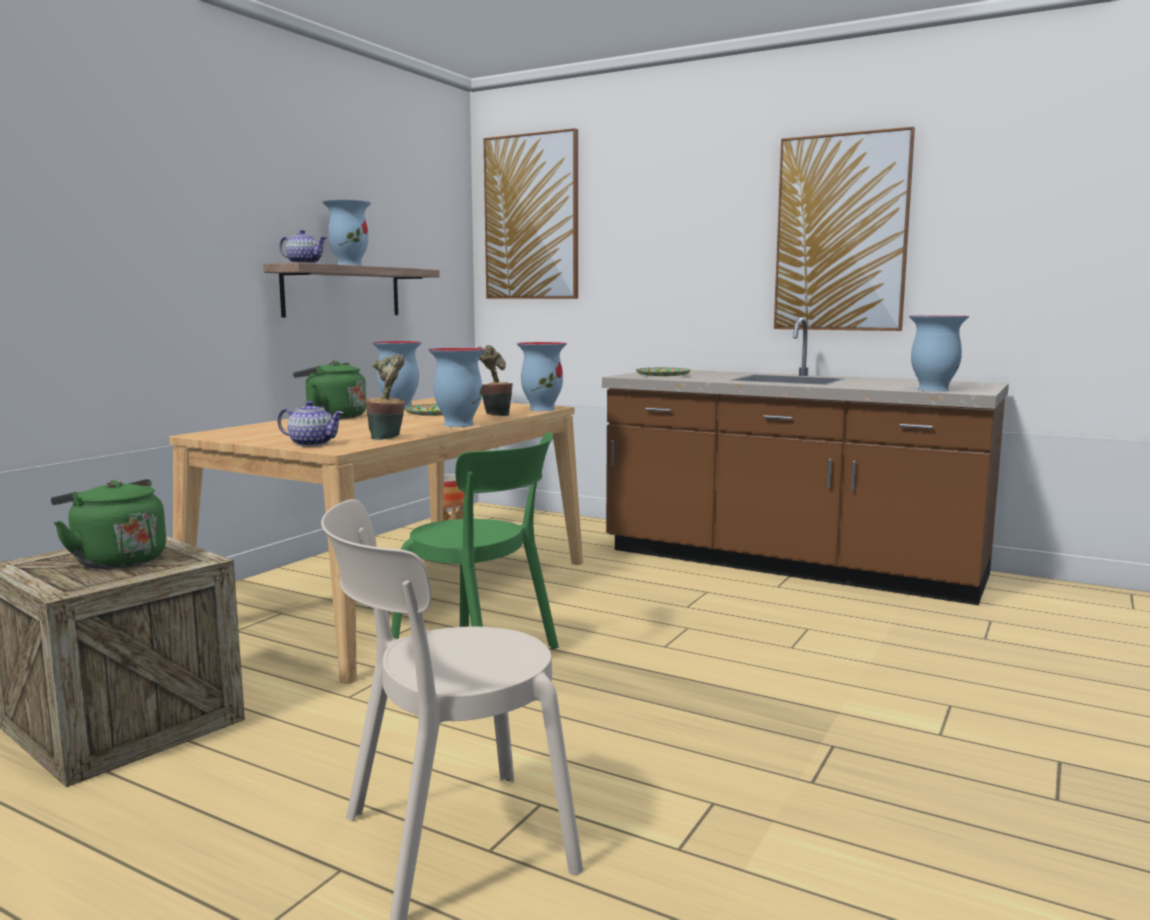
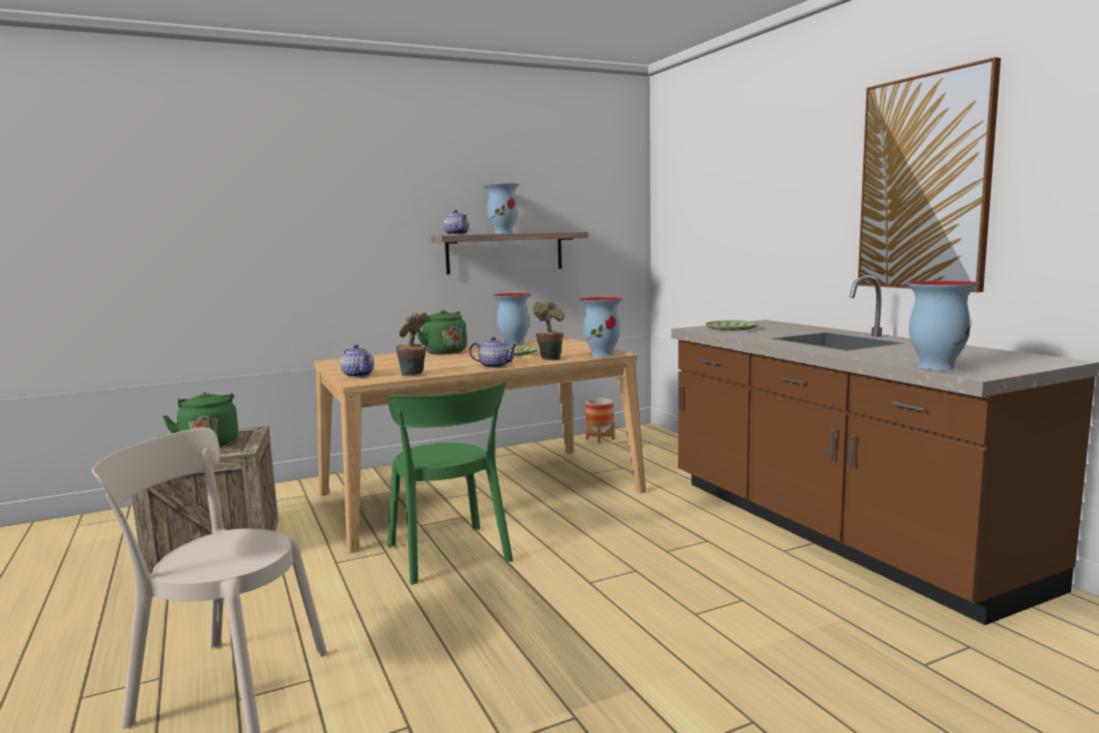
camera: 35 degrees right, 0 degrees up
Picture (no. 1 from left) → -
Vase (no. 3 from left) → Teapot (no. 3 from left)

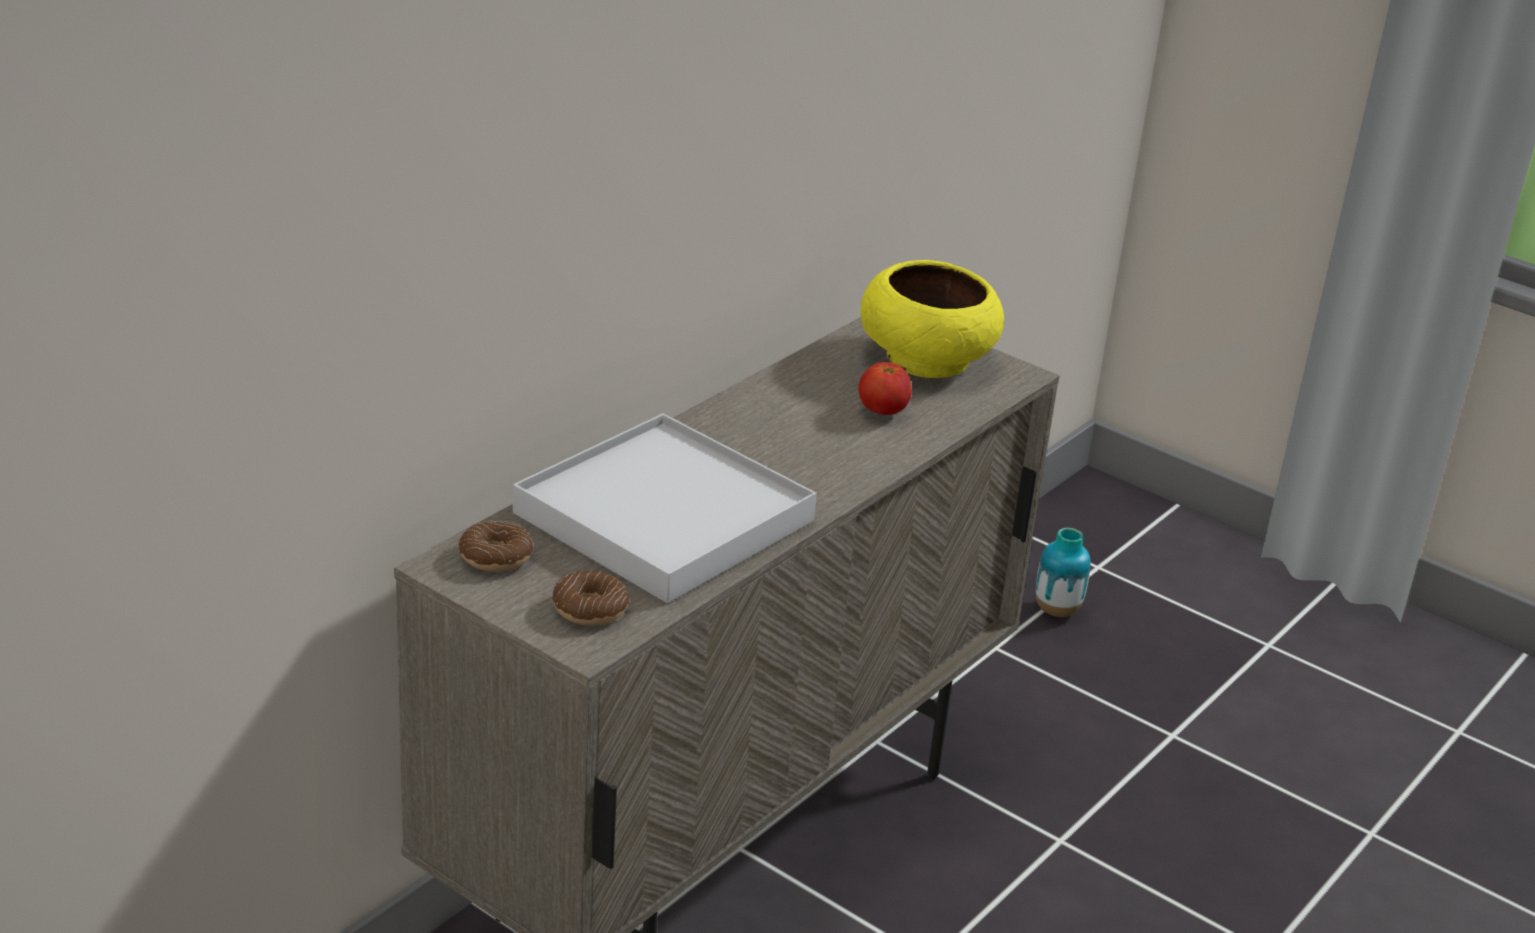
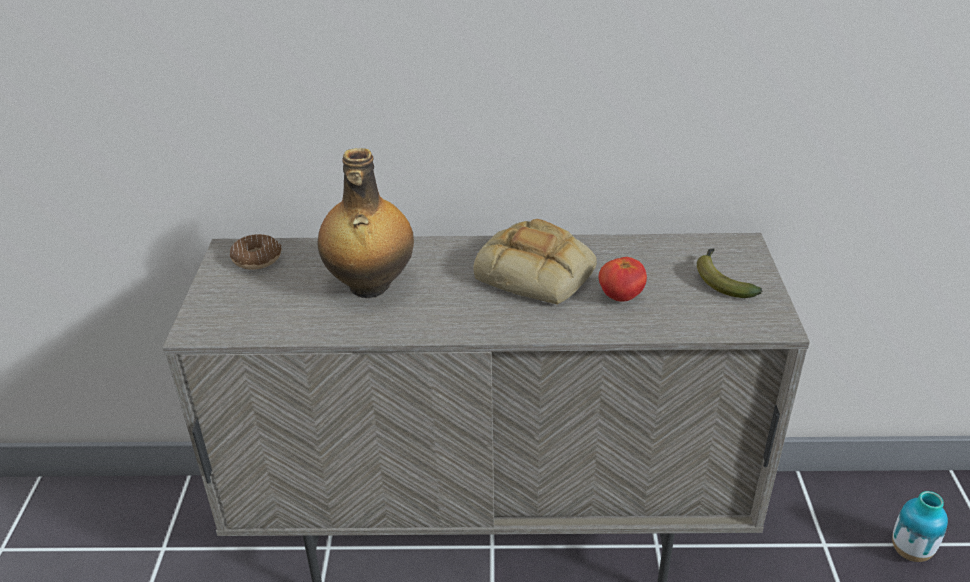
camera: 55 degrees right, 5 degrees up
Donut (no. 2 from left) → -
- → Bread
WhiteTray → Bottle
YellowBowl → Banana

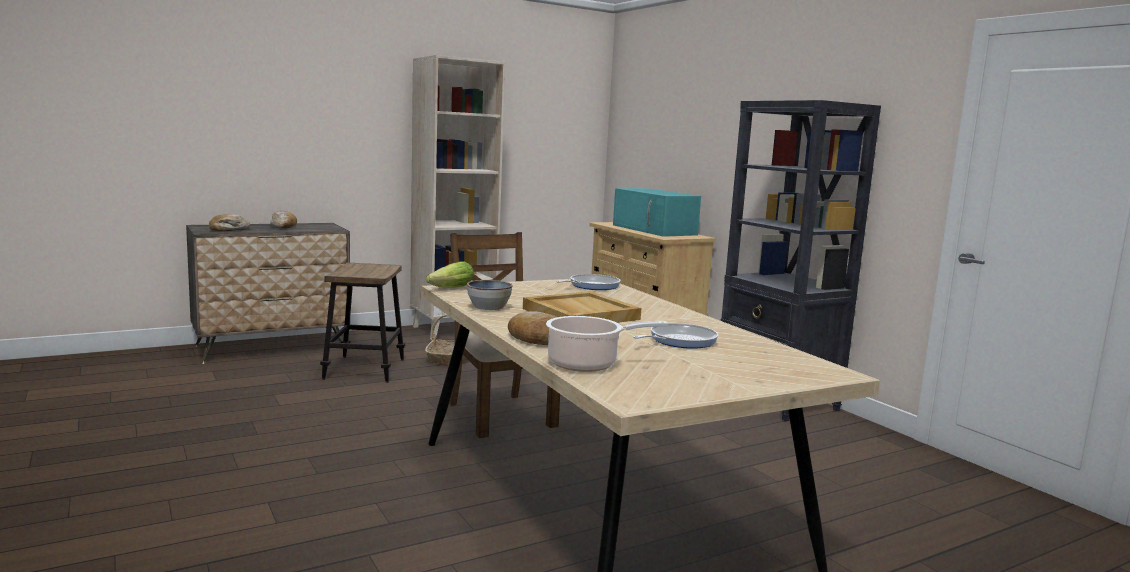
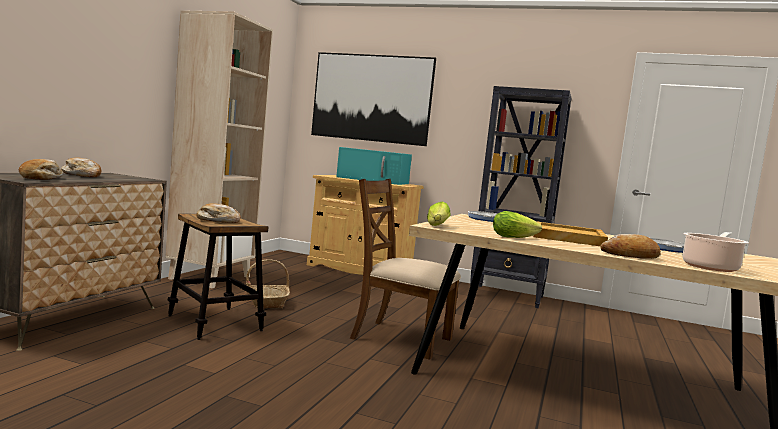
camera: 40 degrees left, 5 degrees down
- → Bread (no. 3 from left)
- → Picture
Bowl → Lettuce (no. 2 from left)

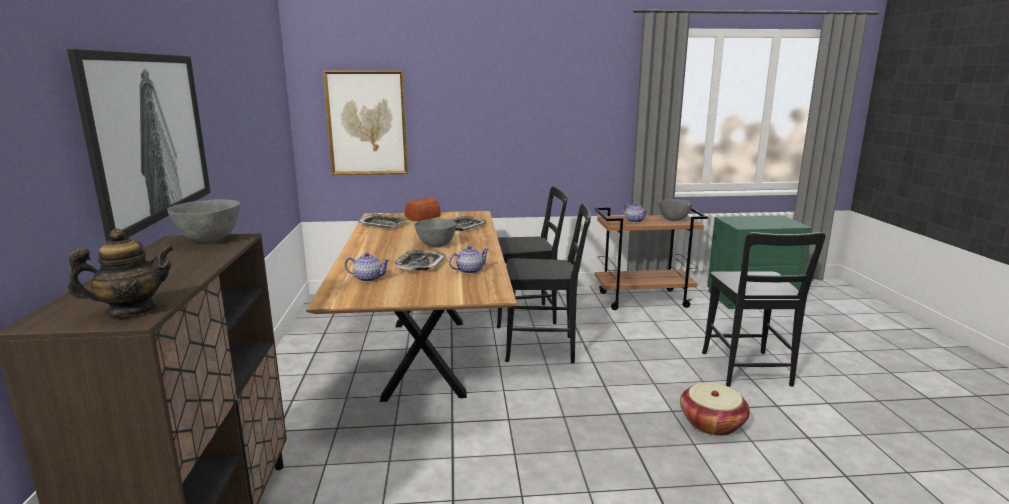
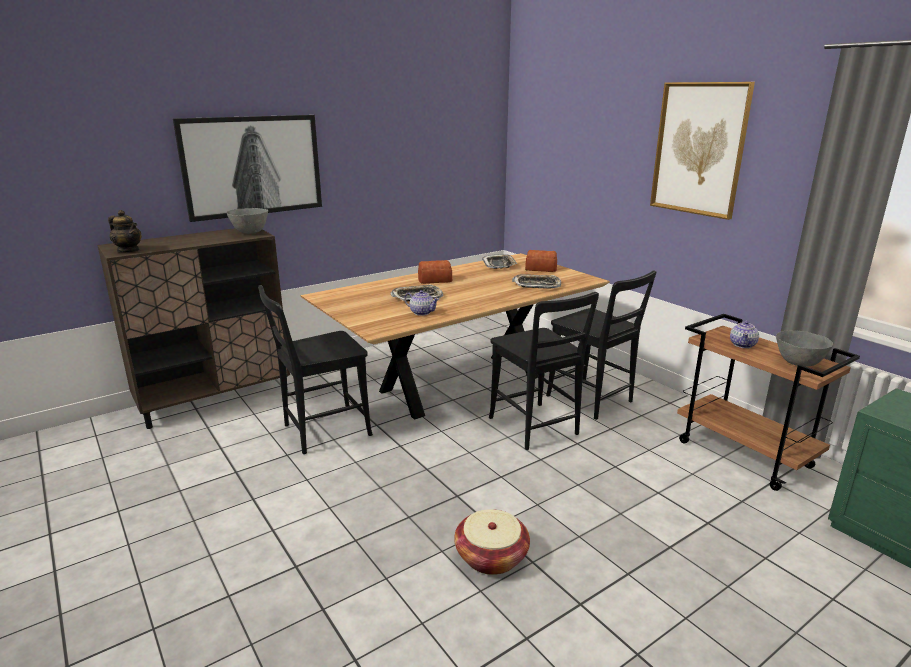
camera: 60 degrees right, 5 degrees up
Teapot (no. 2 from left) → -
GreyBowl (no. 2 from left) → -
- → Bread (no. 1 from left)
Picture (no. 2 from left), relocated
BlackChair (no. 3 from left in the first image) → BlackChair (no. 1 from left), relocated

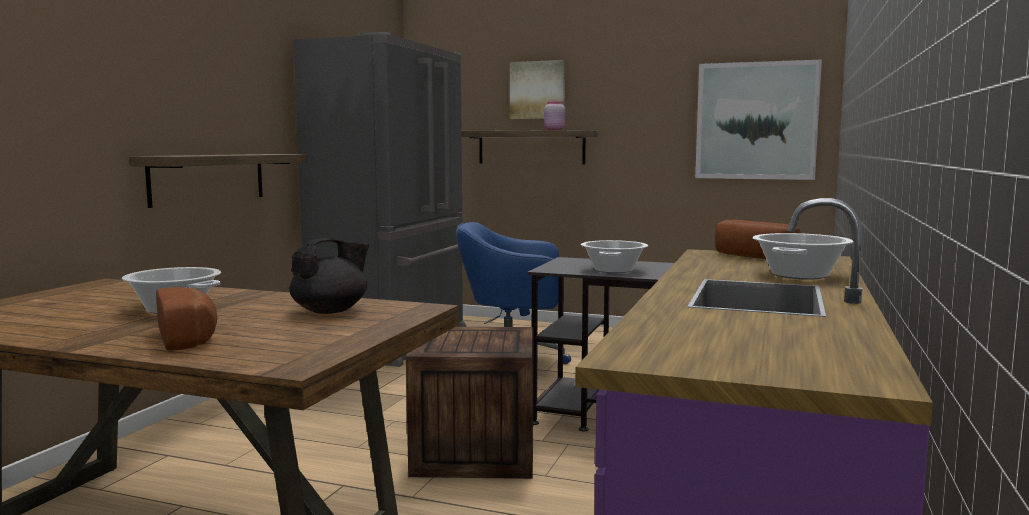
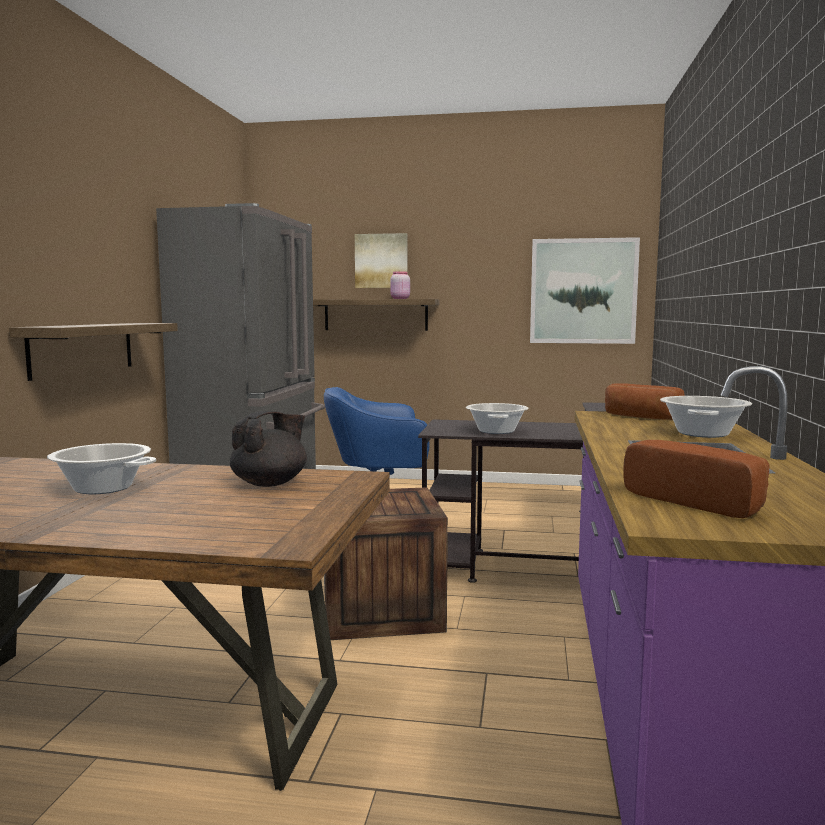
camera: 10 degrees left, 0 degrees up
Bread (no. 1 from left in the first image) → Bread (no. 2 from left), relocated

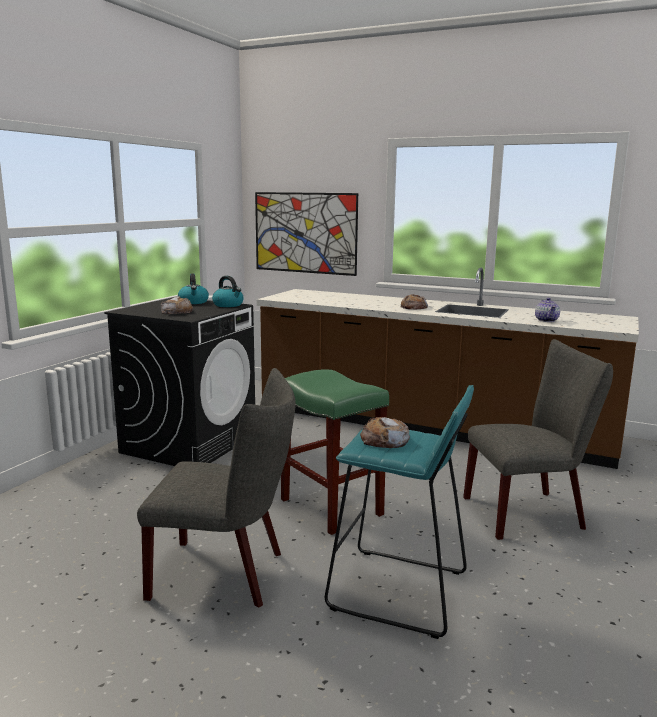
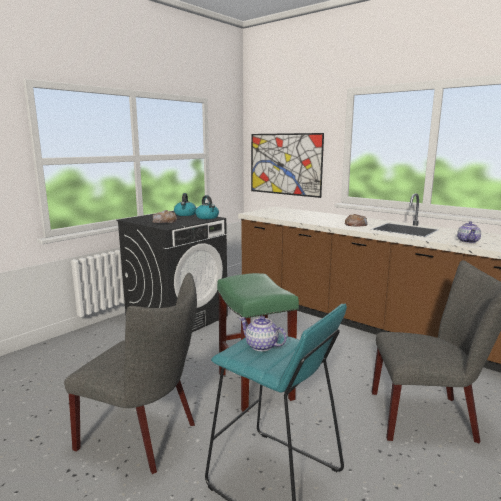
camera: 15 degrees right, 0 degrees up
Bread (no. 2 from left) → Teapot (no. 1 from left)

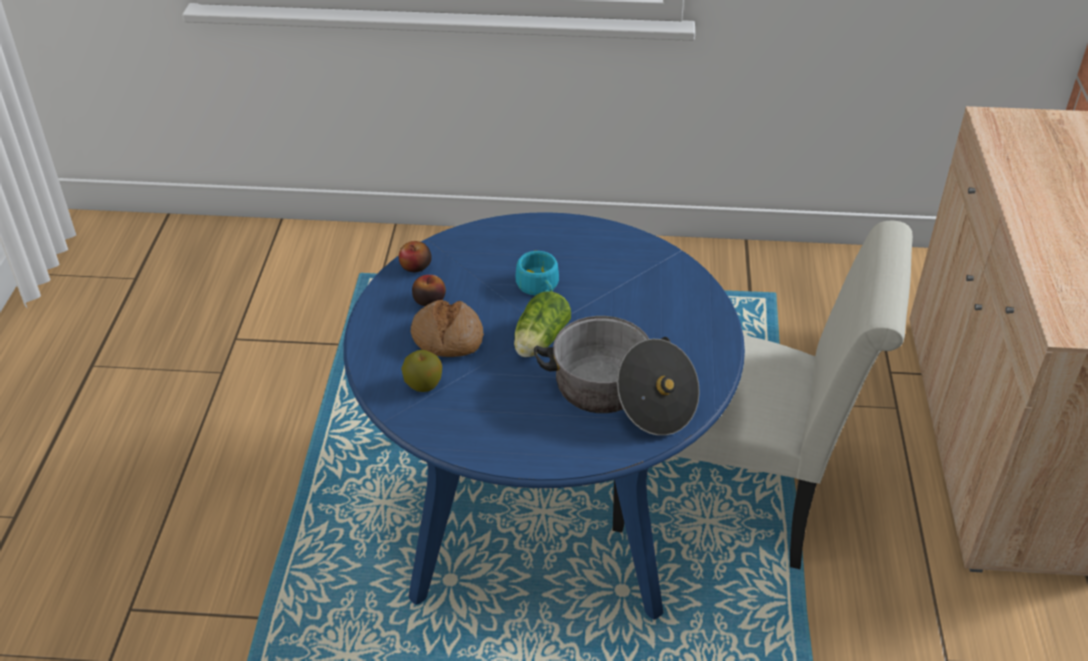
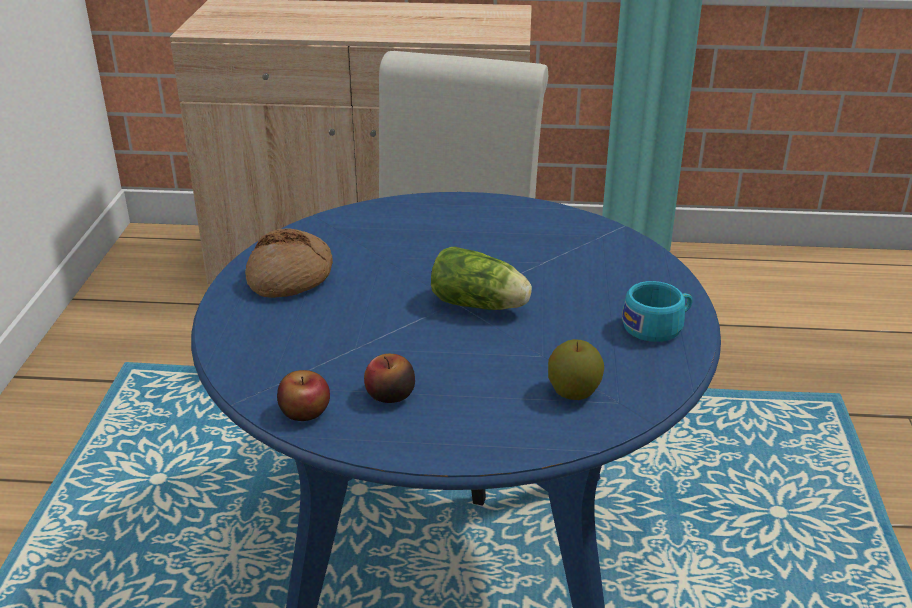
camera: 90 degrees left, 10 degrees down
CookingPot → -
Bread, relocated
TurquoiseCup, relocated

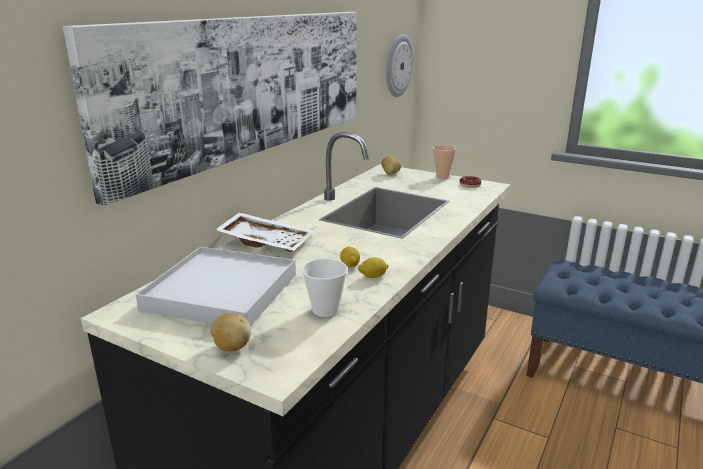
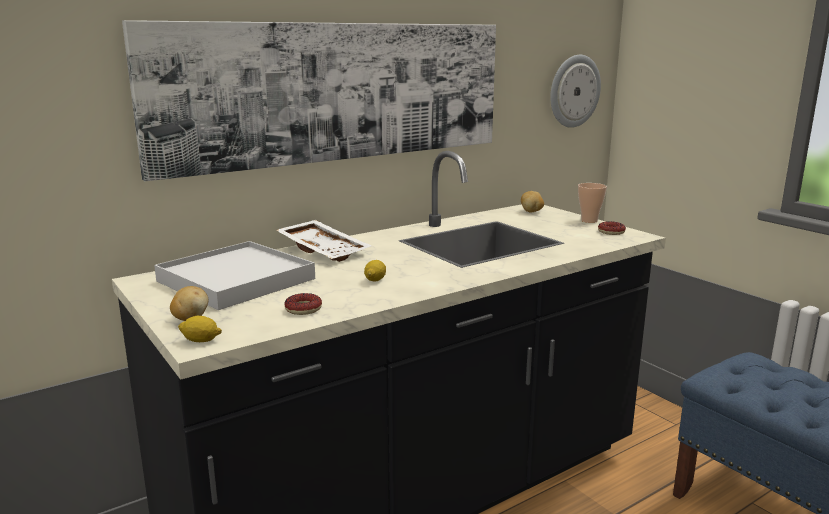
camera: 25 degrees right, 5 degrees down
Lemon (no. 2 from left in the first image) → Lemon (no. 1 from left), relocated
Cup (no. 1 from left) → Donut (no. 1 from left)

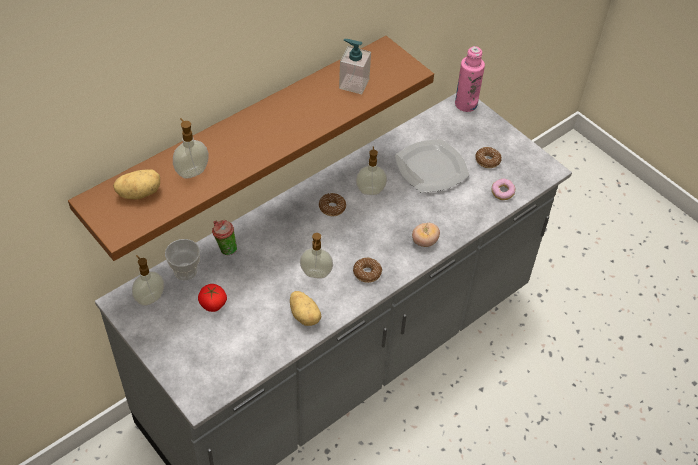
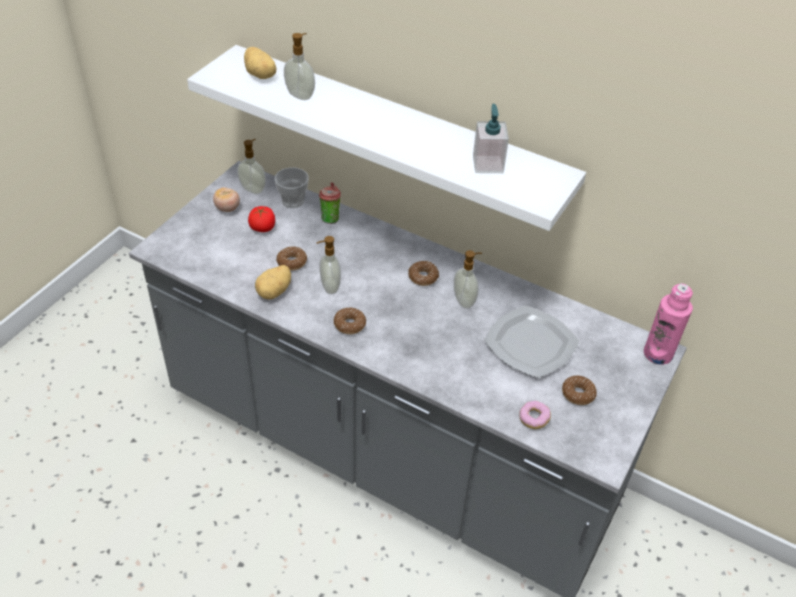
camera: 70 degrees right, 5 degrees down
- → Donut (no. 1 from left)
Tomato (no. 2 from left in the first image) → Tomato (no. 1 from left), relocated
BrownShelf → WhiteShelf

